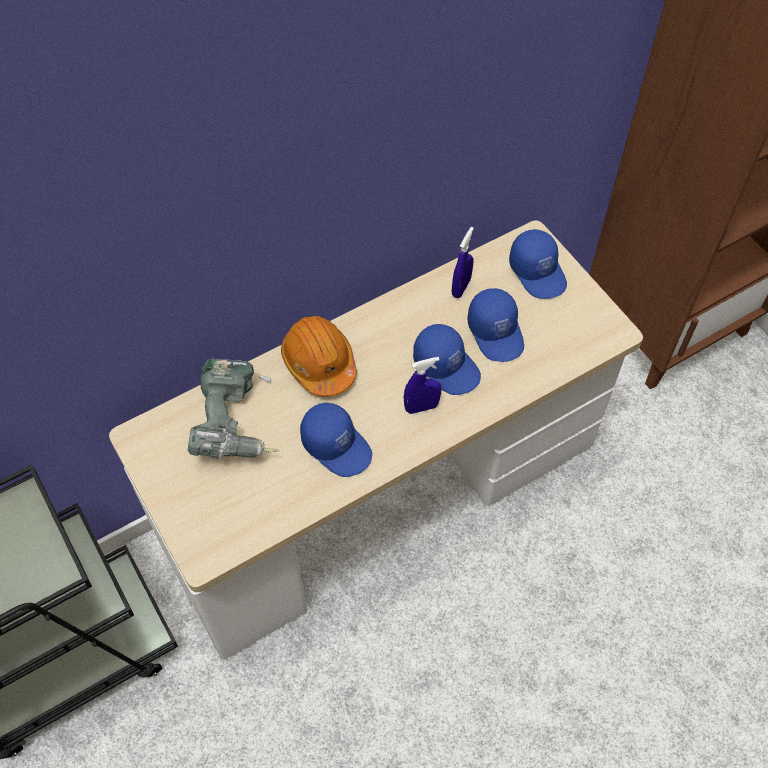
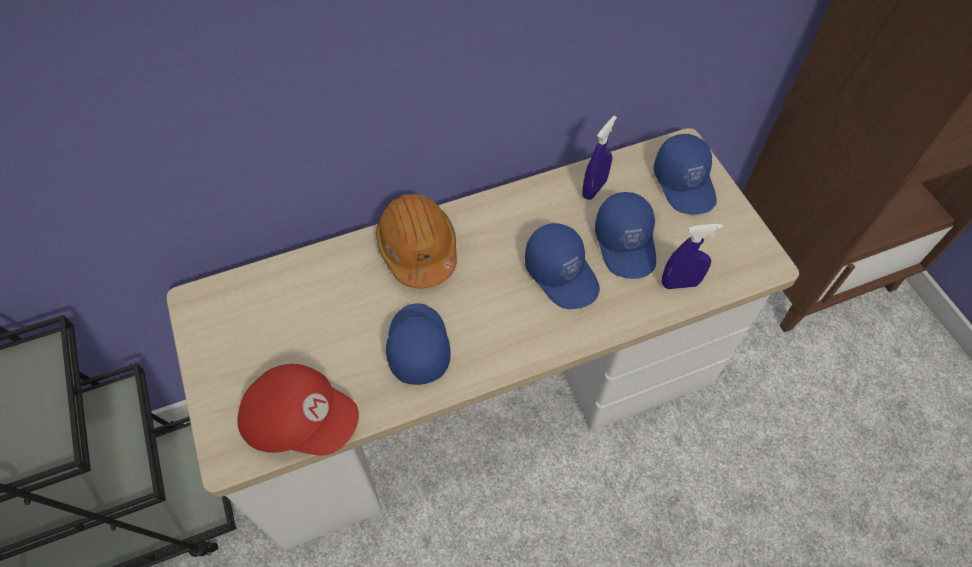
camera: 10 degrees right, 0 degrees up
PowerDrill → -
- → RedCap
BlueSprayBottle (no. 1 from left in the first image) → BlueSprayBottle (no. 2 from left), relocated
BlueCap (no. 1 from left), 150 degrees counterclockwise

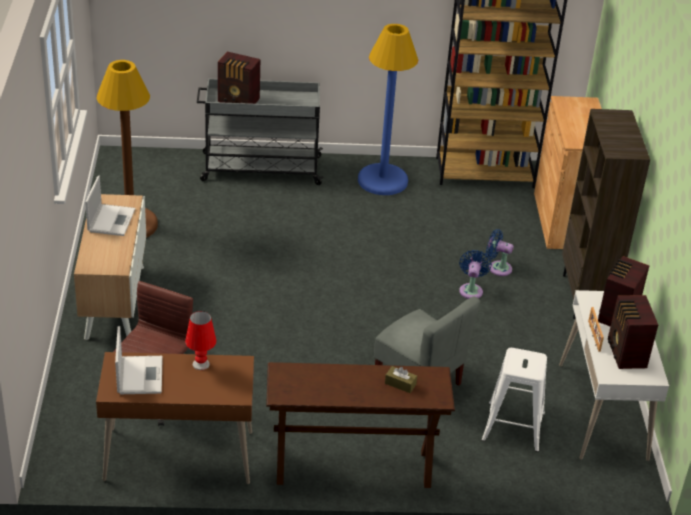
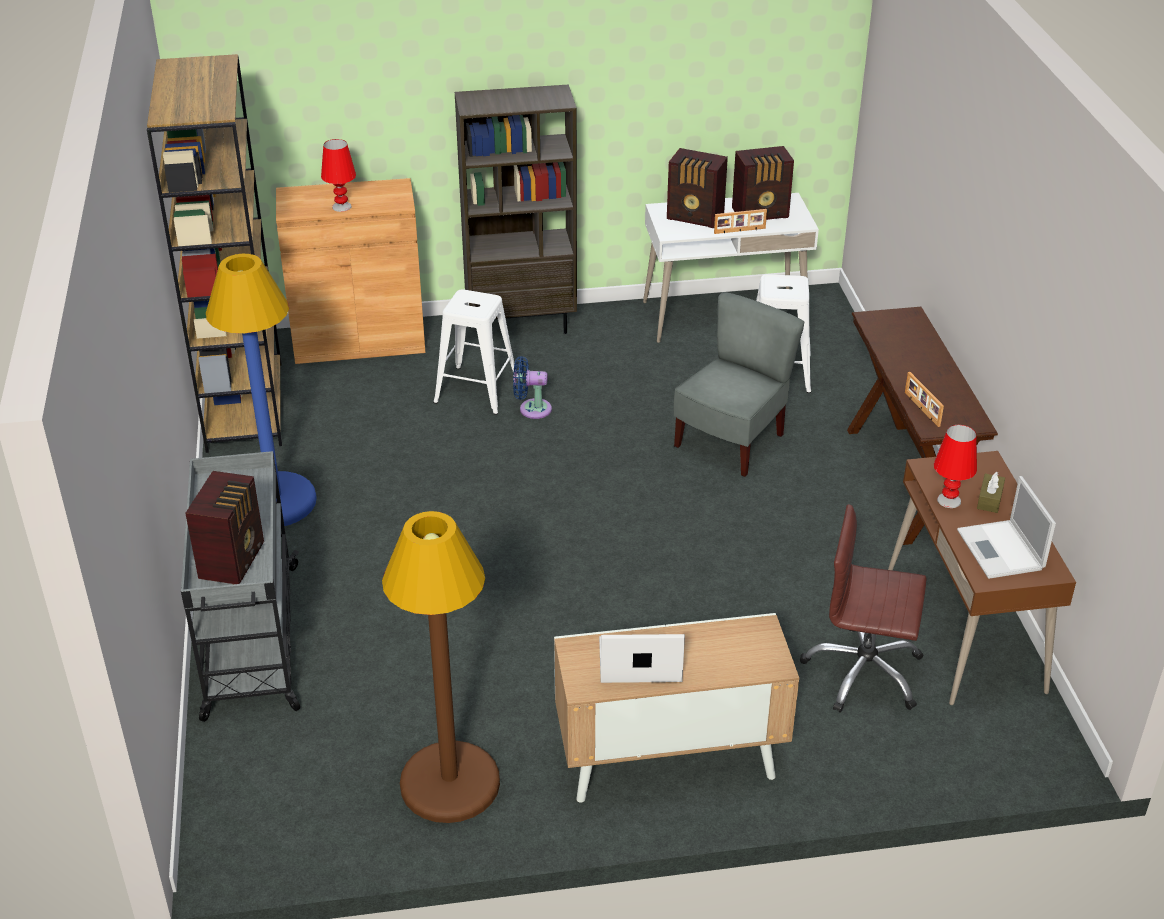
camera: 95 degrees left, 0 degrees up
- → RedTableLamp (no. 1 from left)
- → PictureFrame (no. 2 from left)
BrownTissueBox, relocated
BlueFan (no. 2 from left) → WhiteStool (no. 1 from left)
Laptop (no. 2 from left), 90 degrees counterclockwise

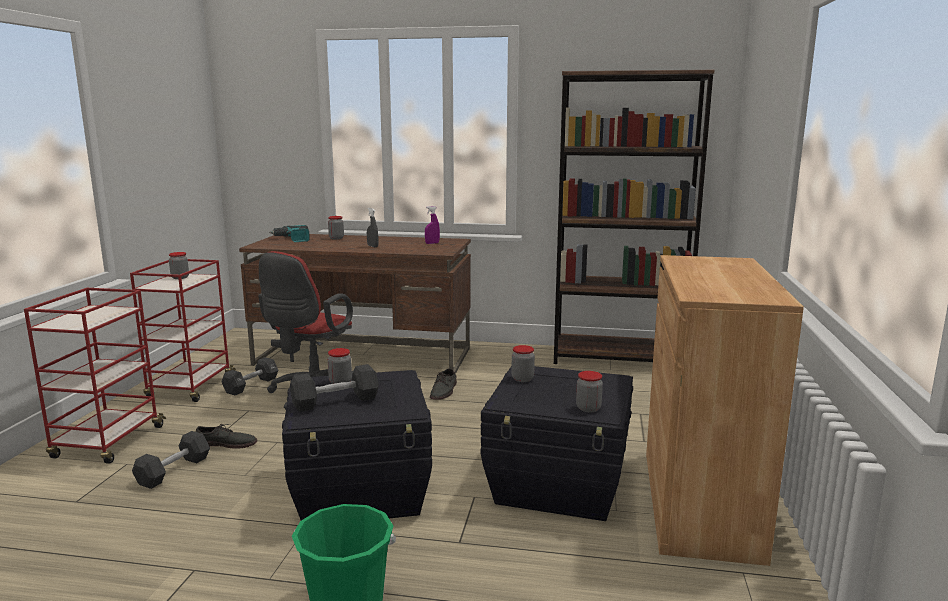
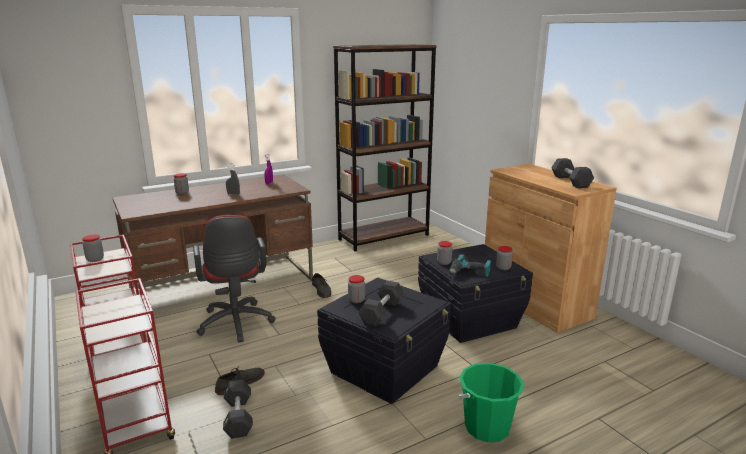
camera: 40 degrees left, 5 degrees up
BlackDumbbell (no. 2 from left in the first image) → BlackDumbbell (no. 3 from left), relocated
PowerDrill, relocated

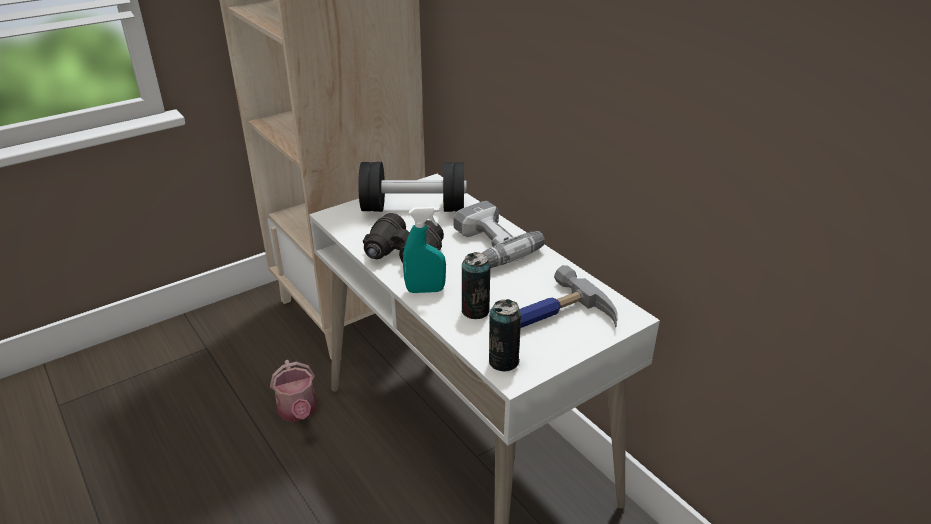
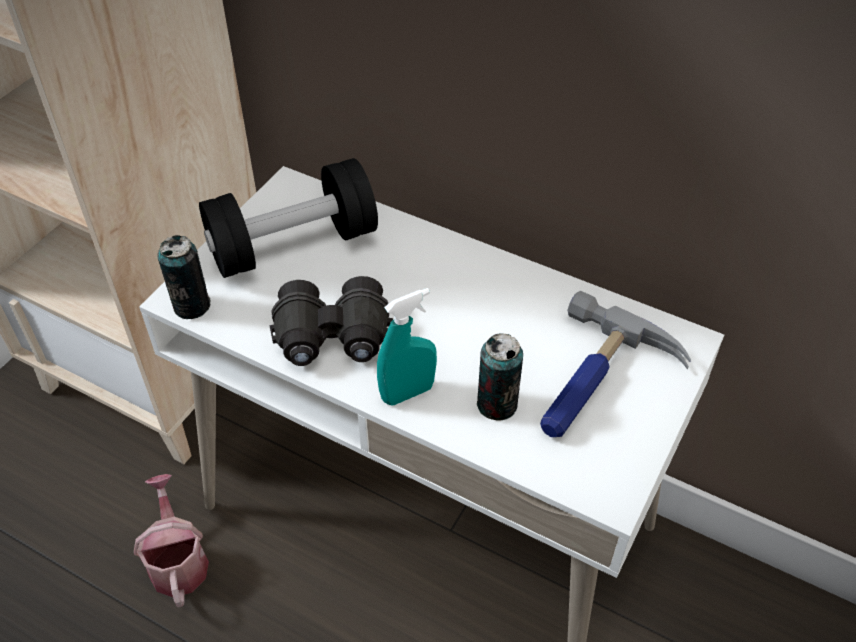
camera: 25 degrees left, 15 degrees up
PowerDrill → -
Can (no. 2 from left in the first image) → Can (no. 1 from left), relocated
WateringCan, 150 degrees counterclockwise

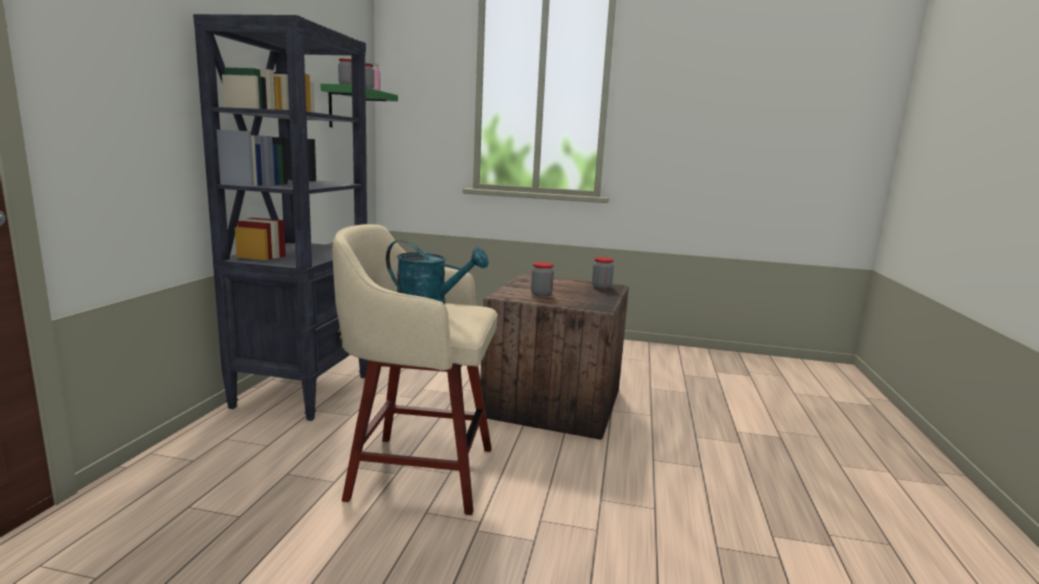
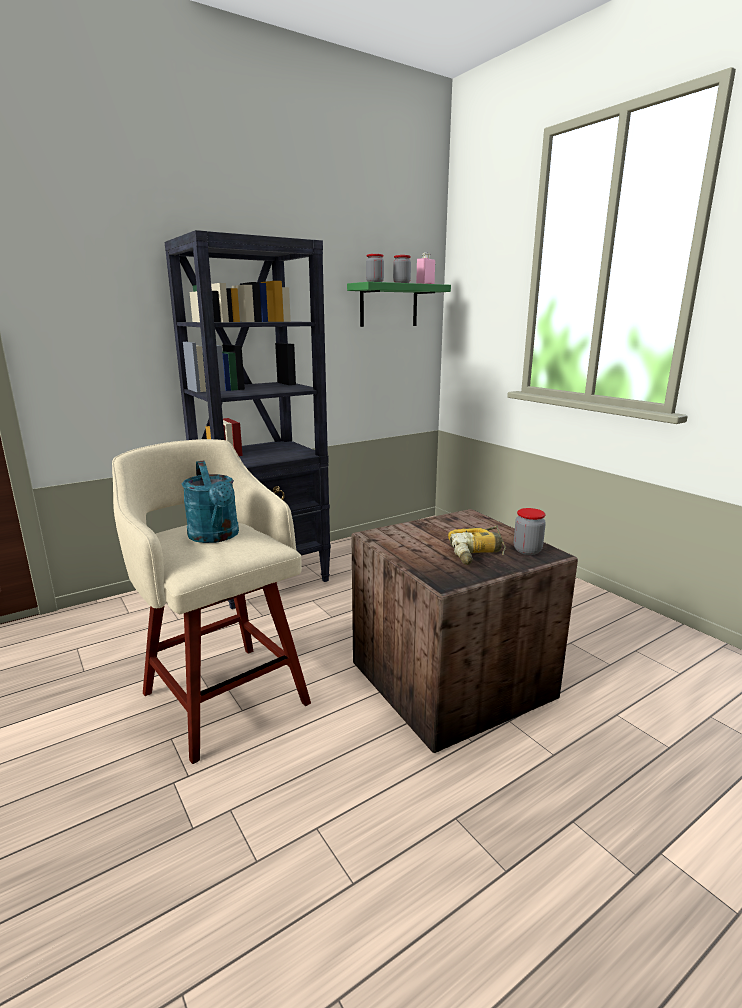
camera: 45 degrees right, 5 degrees up
Jar (no. 3 from left) → -
- → PowerDrill

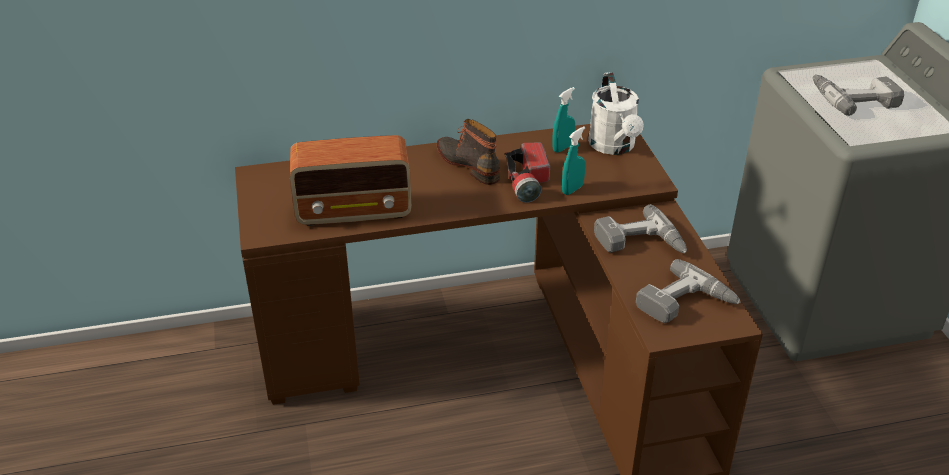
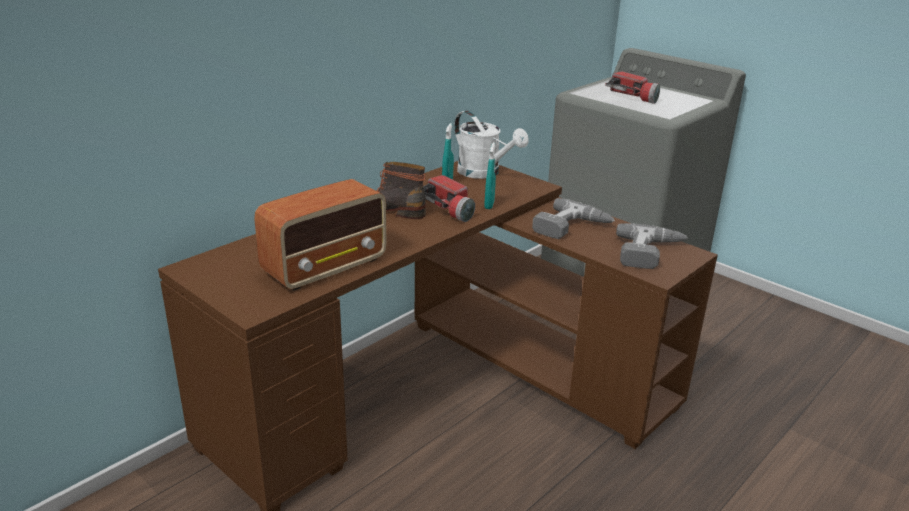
camera: 35 degrees left, 10 degrees down
PowerDrill (no. 3 from left) → Flashlight (no. 2 from left)

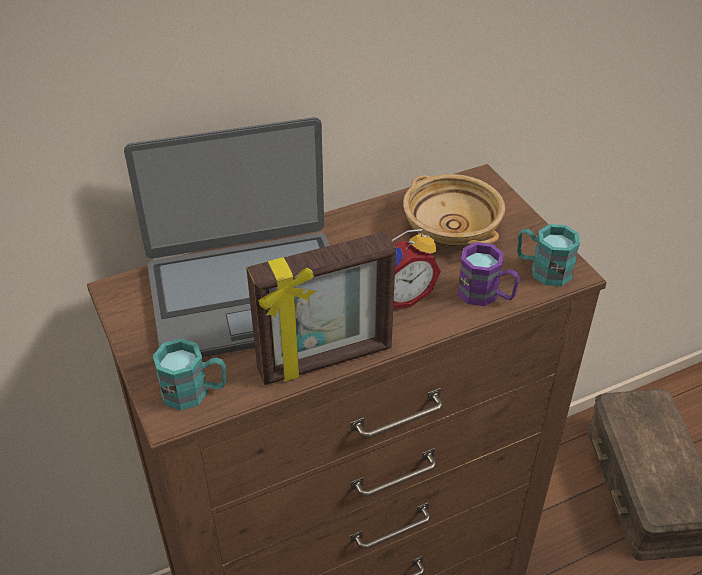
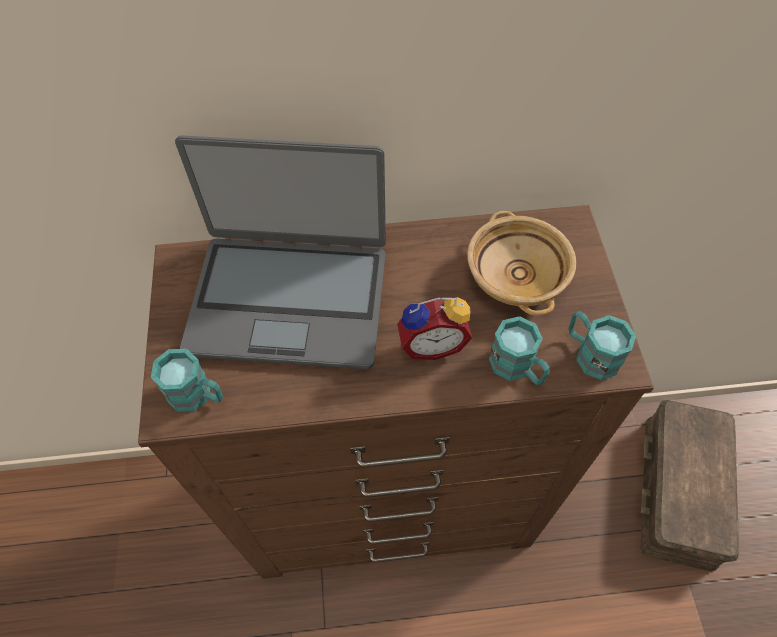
camera: 20 degrees right, 15 degrees up
PictureFrame → -
PurpleMug → TurquoiseMug (no. 2 from left)

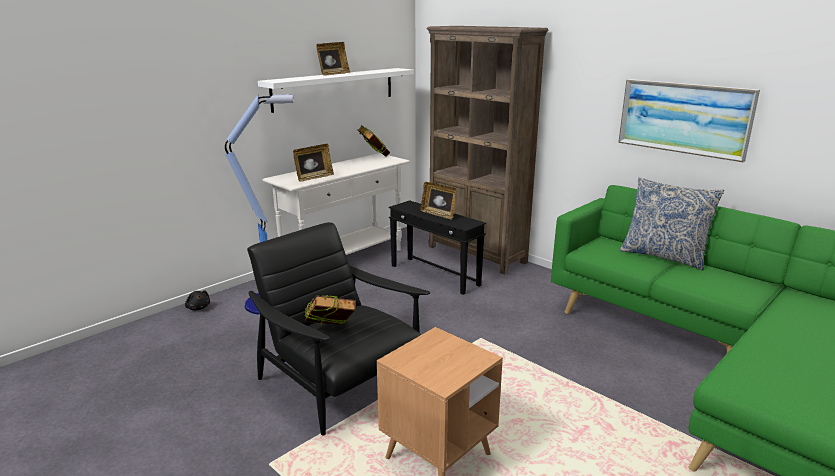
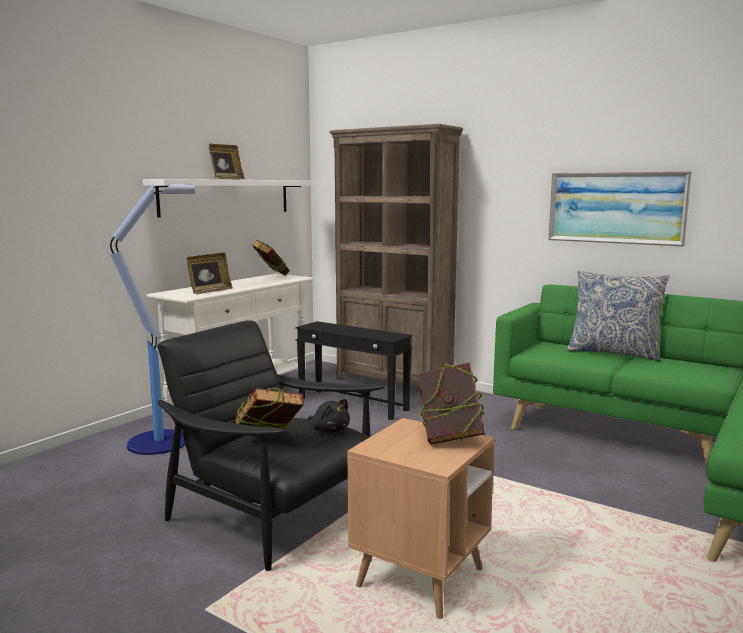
camera: 10 degrees left, 10 degrees down
PictureFrame (no. 3 from left) → -
- → Book (no. 3 from left)
BlackPlushToy, relocated

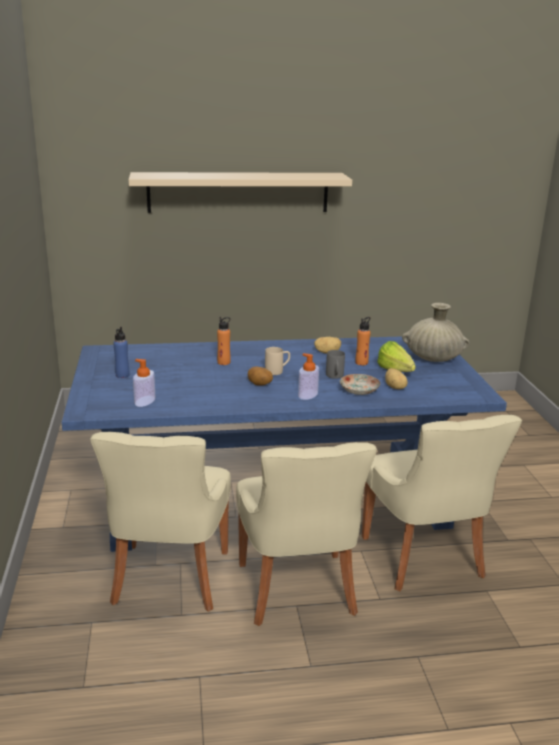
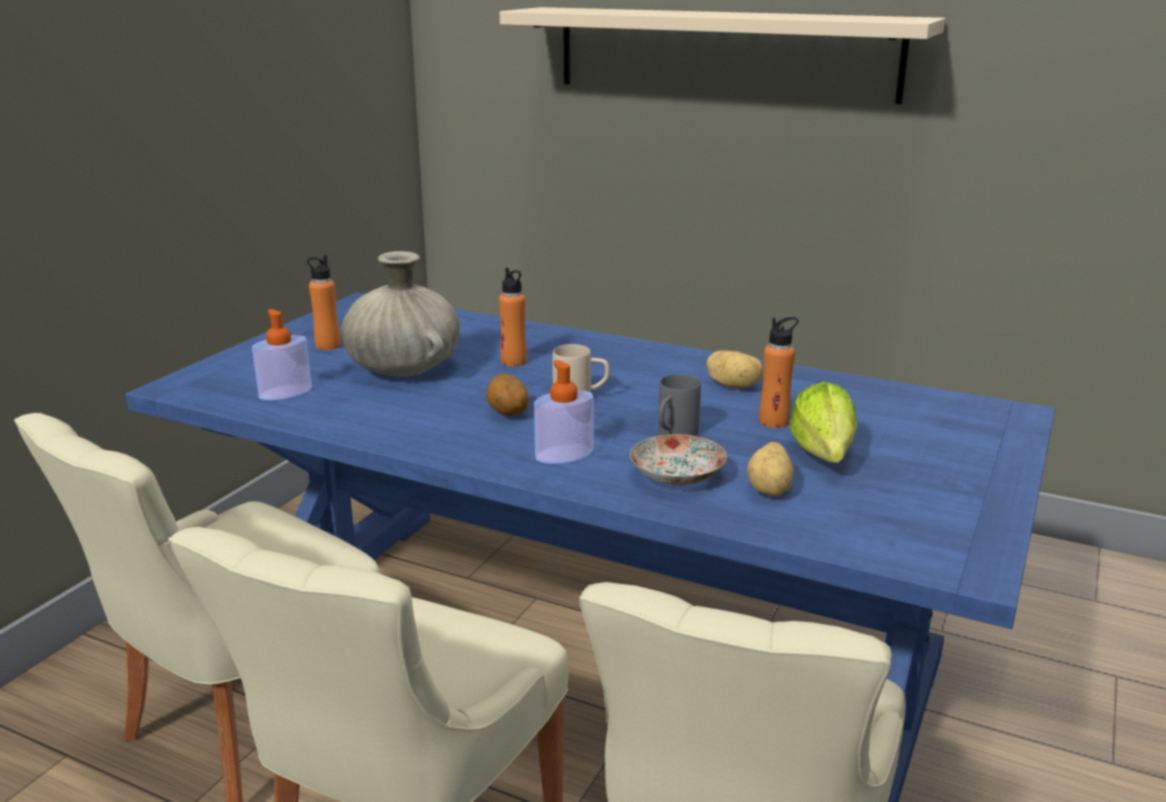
camera: 35 degrees right, 0 degrees up
BeigeVase, relocated
BlueBottle → OrangeBottle (no. 1 from left)

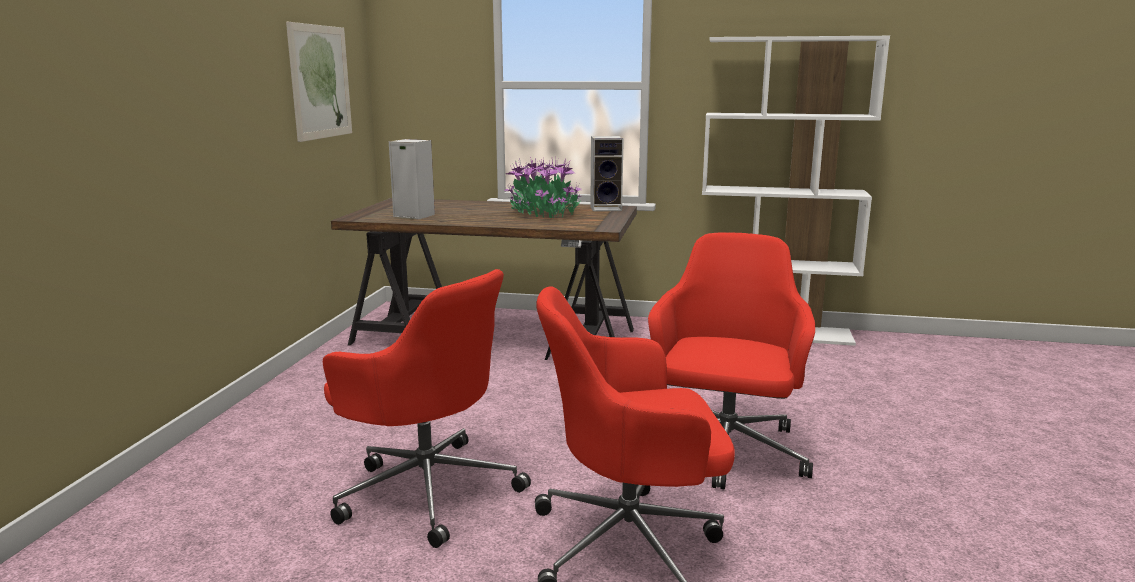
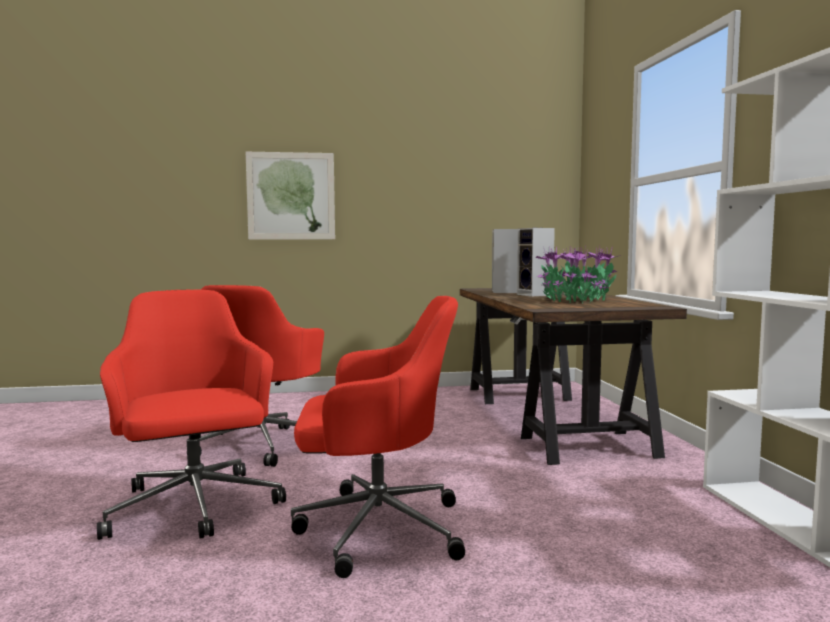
camera: 70 degrees right, 10 degrees down
Picture, relocated
Speaker (no. 2 from left), relocated

